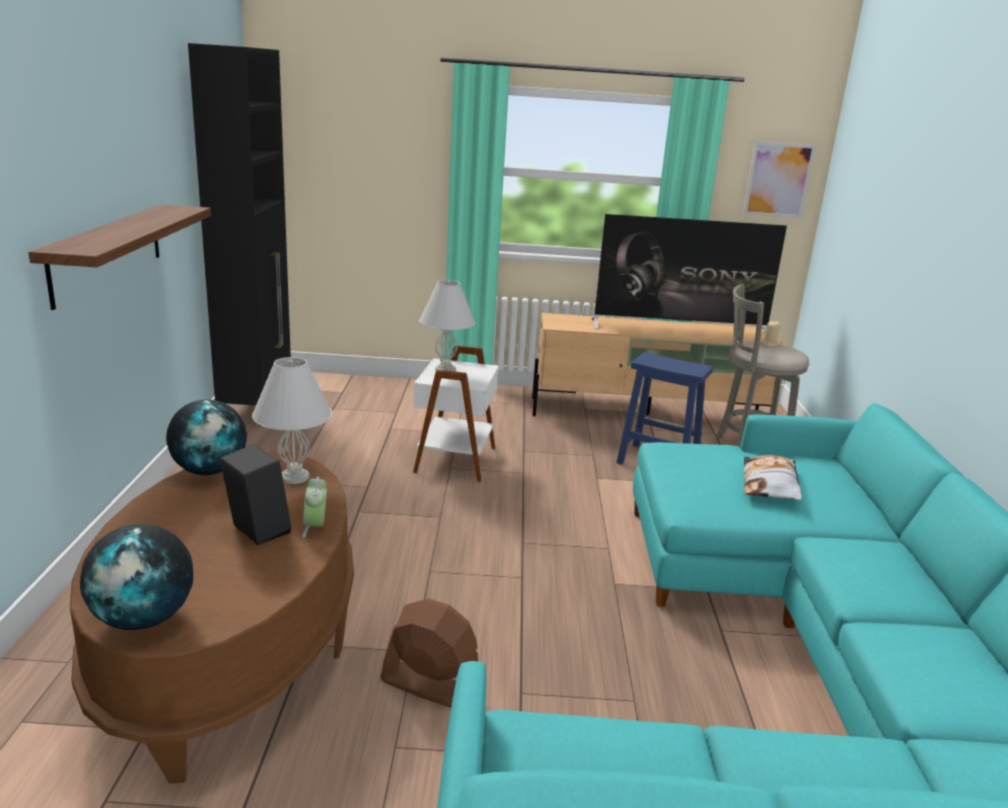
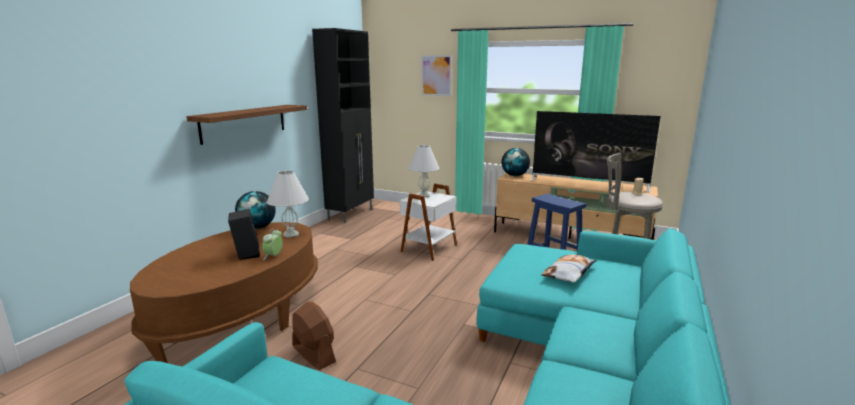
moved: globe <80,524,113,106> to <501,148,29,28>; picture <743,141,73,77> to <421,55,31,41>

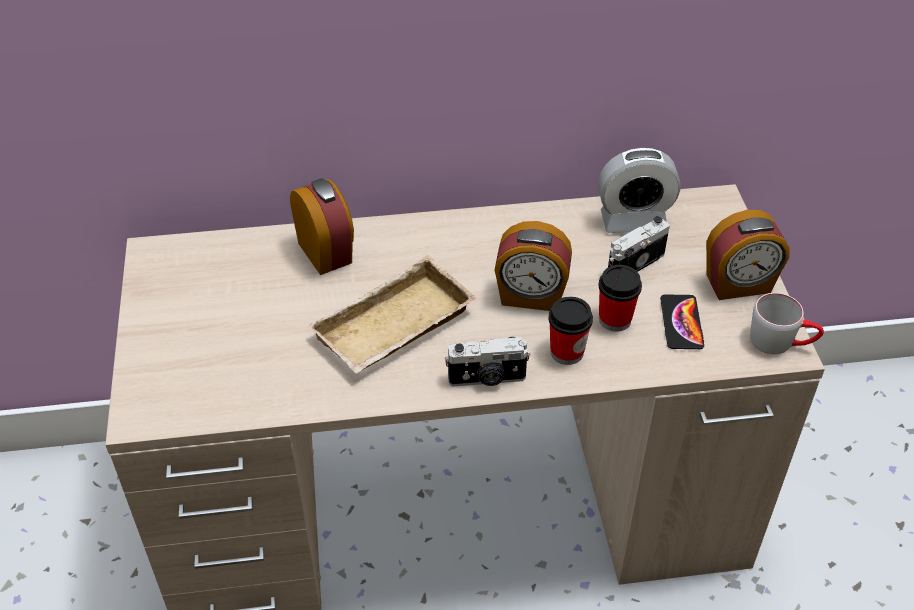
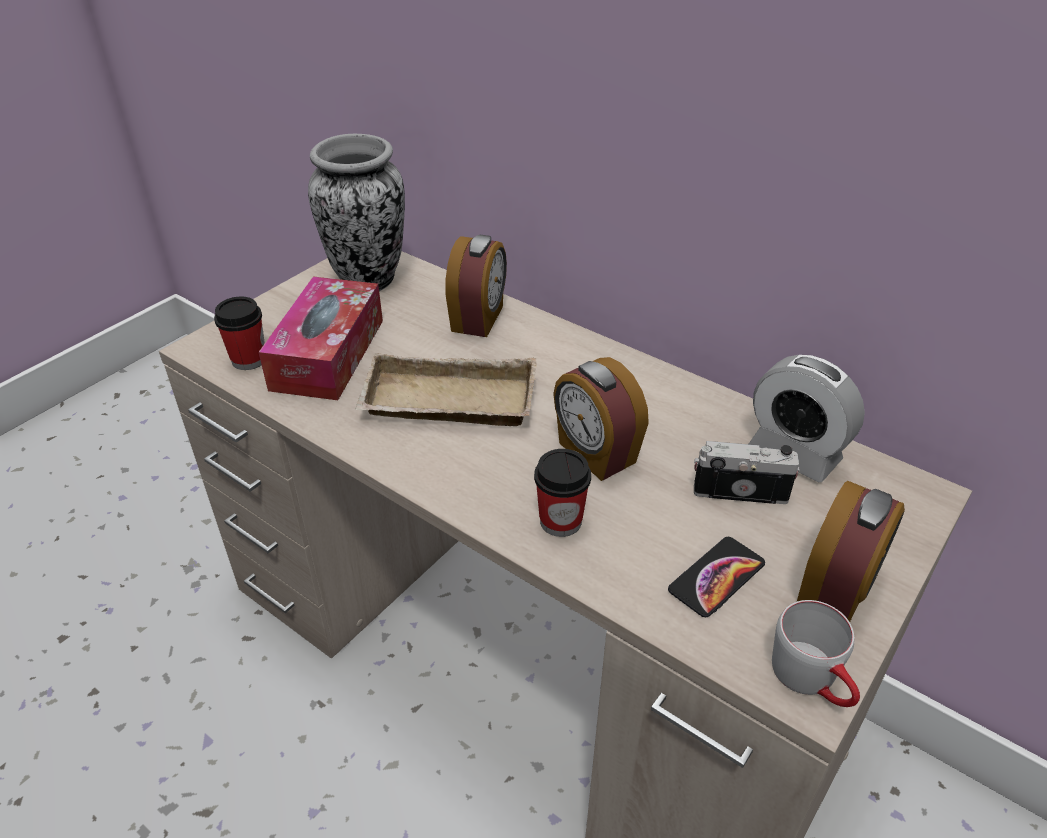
removed: photo camera <445,337,85,49>
added: box of tissues <259,277,124,123>; flower vase <308,134,97,157>
moved: cup <598,265,44,67> to <214,297,51,73>
turned: table clock <706,210,84,90> = <797,481,108,141> 90 degrees counterclockwise

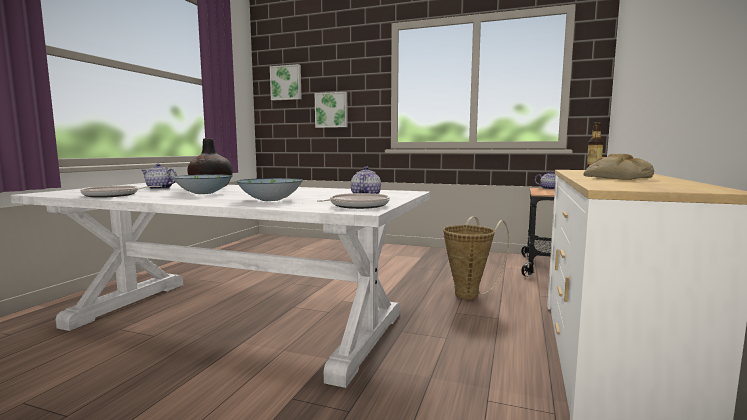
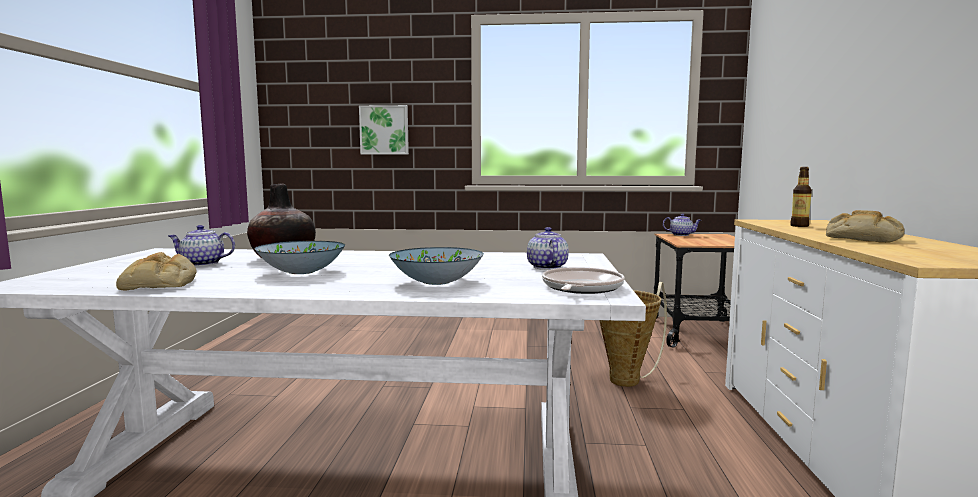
removed: picture <270,64,31,37>
replaced: frying pan <80,186,82,12> to bread <116,252,80,38>

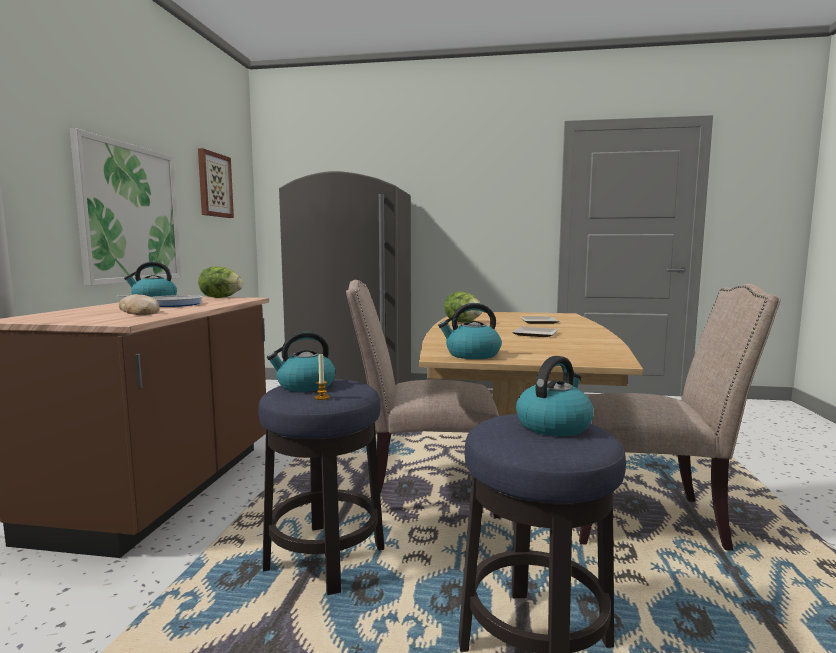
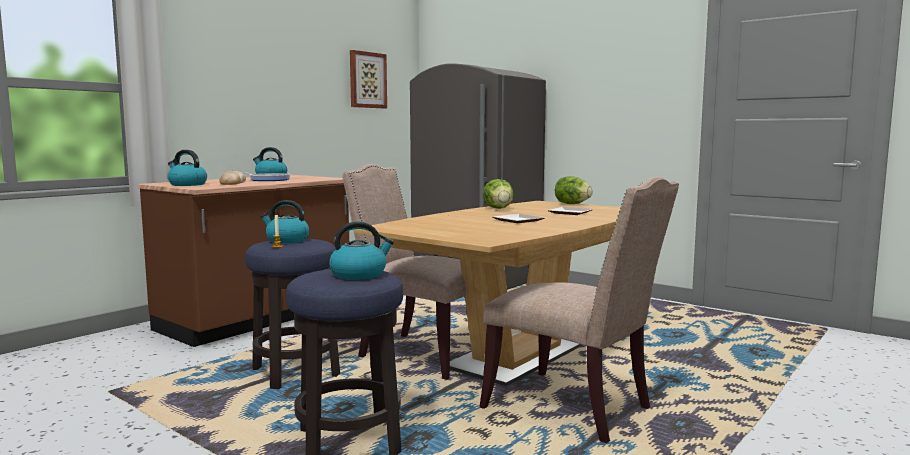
removed: picture <70,129,112,157>
moved: lettuce head <198,266,45,32> to <555,176,38,28>; water kettle <438,303,63,56> to <167,150,40,36>

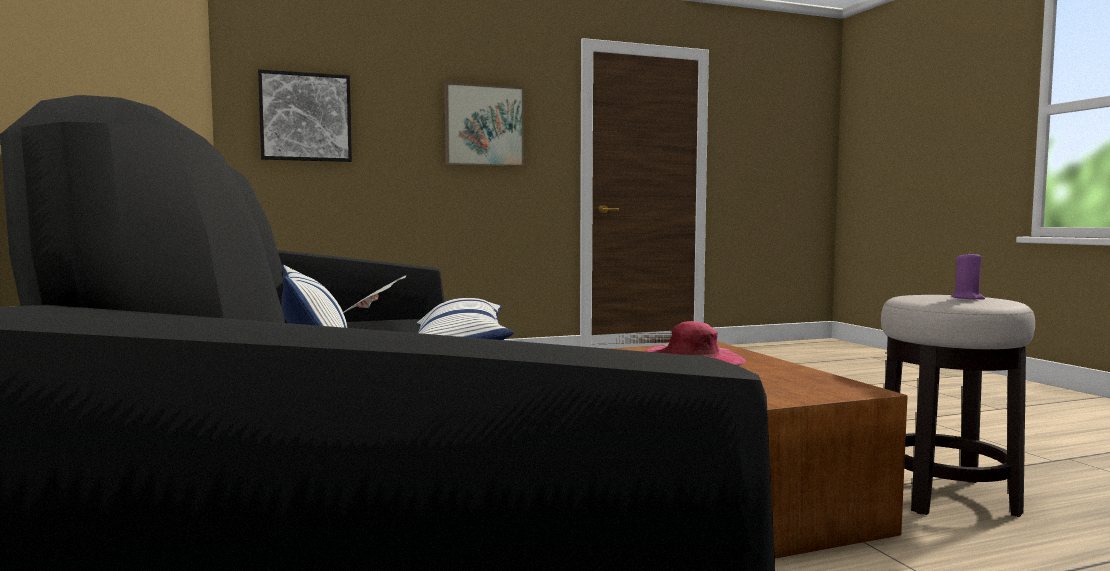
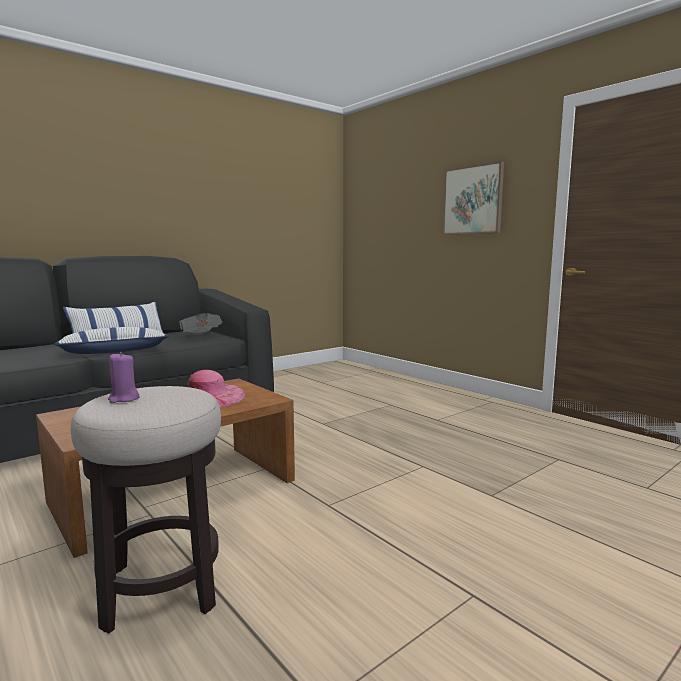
removed: picture <258,69,94,93>

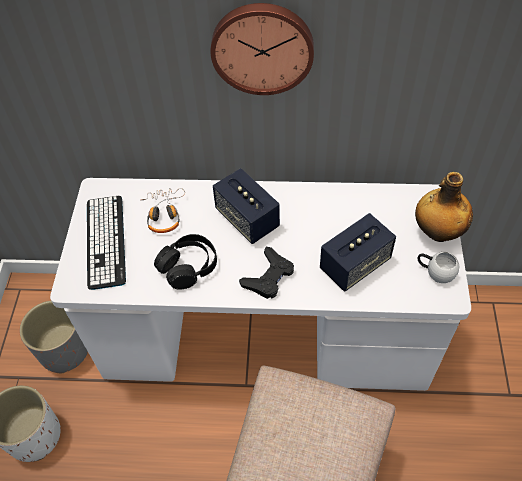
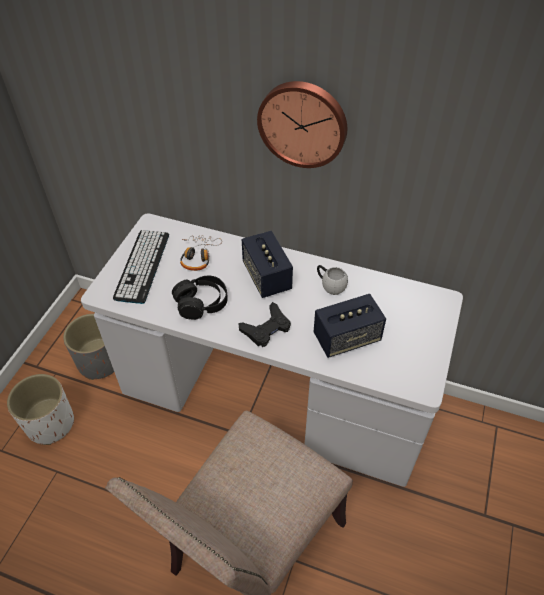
removed: bottle <415,172,58,70>
moved: whitish coffee mug <418,252,42,31> to <317,265,31,30>

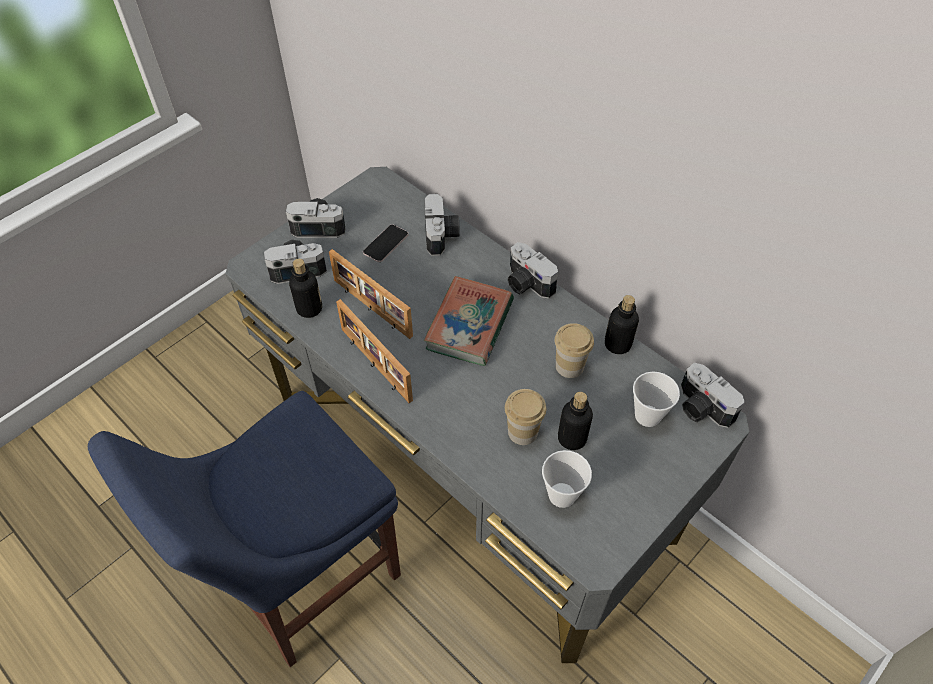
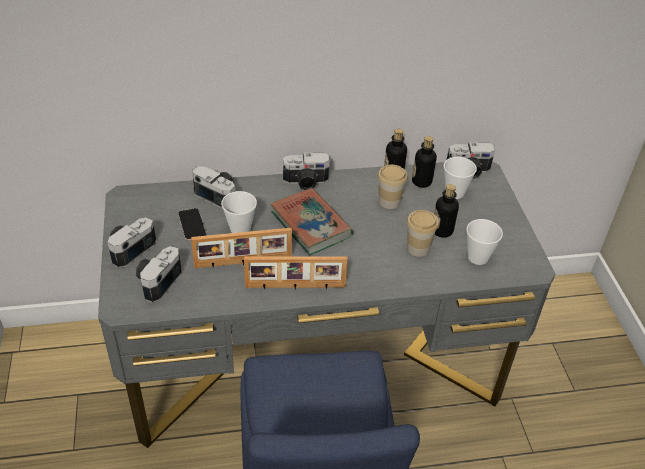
added: cup <221,191,36,42>
moved: bottle <289,259,33,59> to <412,136,25,52>

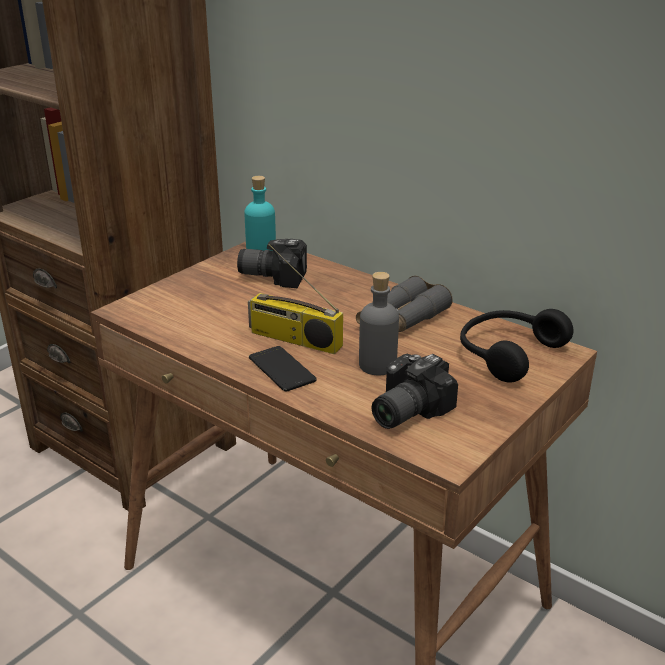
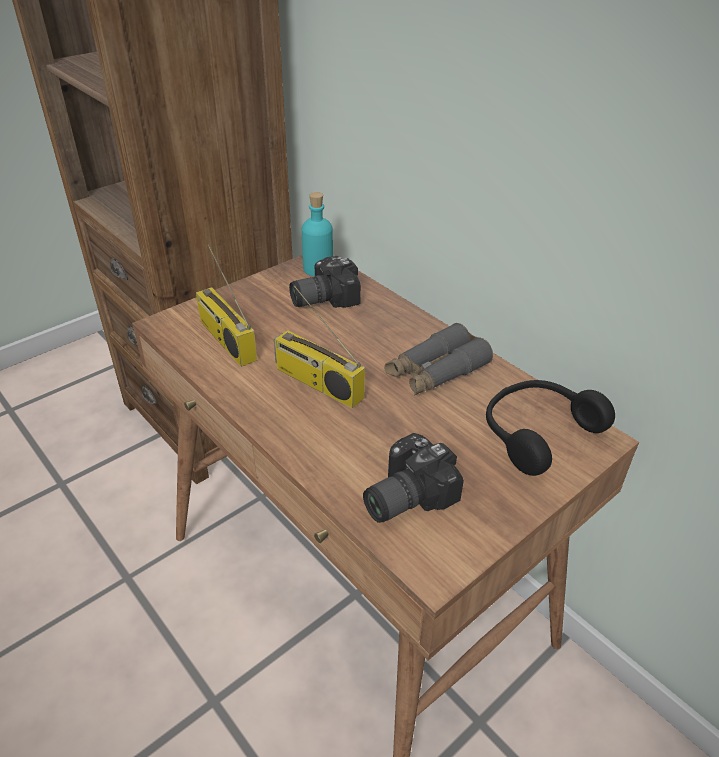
removed: telephone <249,346,67,46>; gray bottle <359,272,40,103>
added: radio set <196,245,61,122>
turned: photo camera <237,239,70,49> = <289,256,72,52> 45 degrees counterclockwise

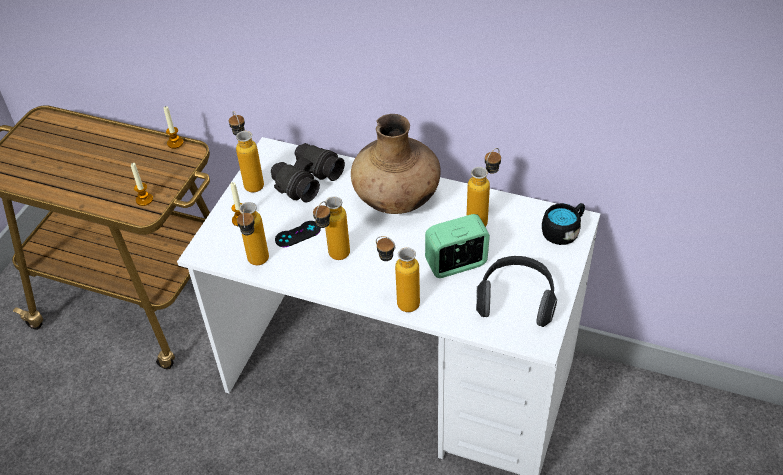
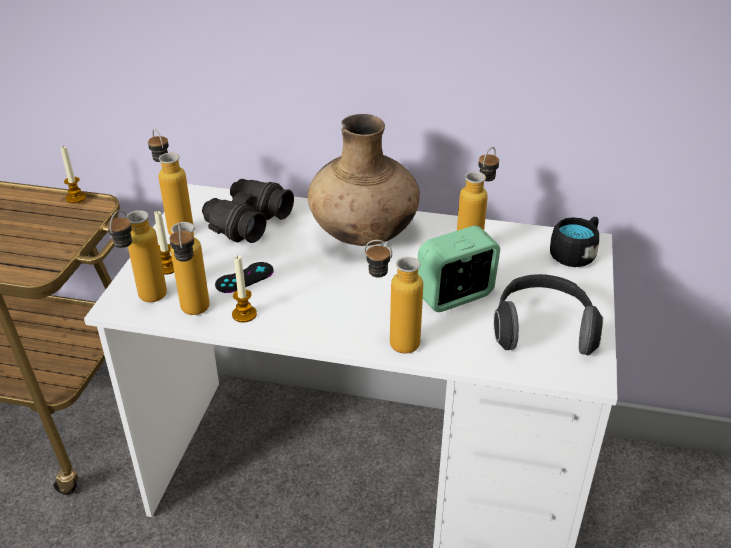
moved: candle <131,163,22,43> to <232,255,25,68>; bottle <313,196,37,64> to <107,210,60,92>

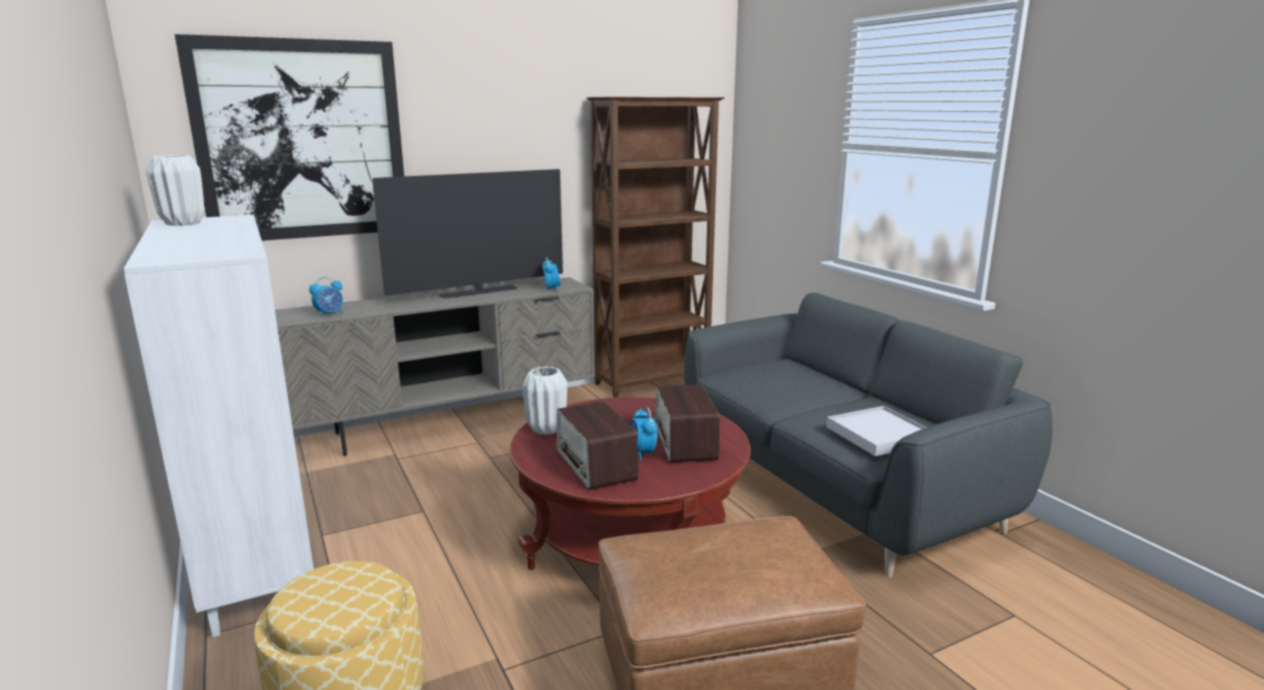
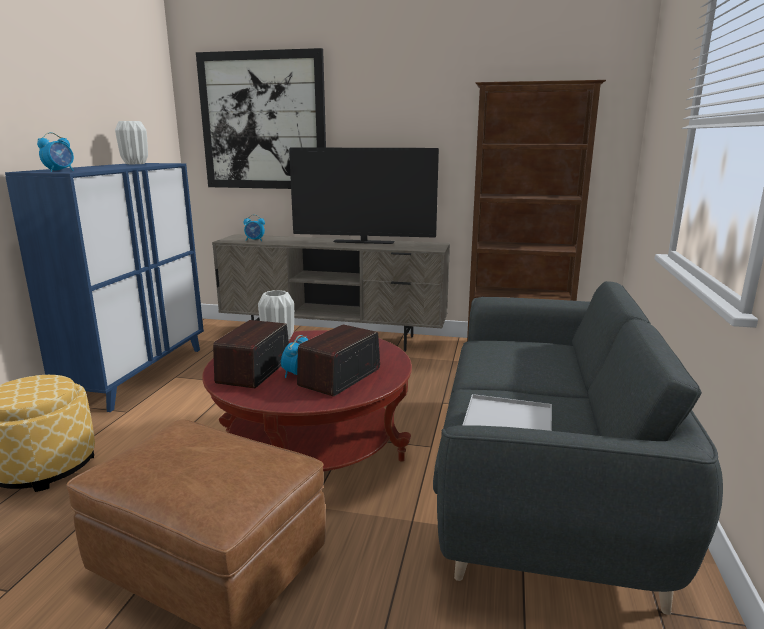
moved: table clock <542,257,19,34> to <37,132,37,40>
recoloured: whitish cabinet <124,215,190,422> to blue-coloured cabinet <5,163,199,249>

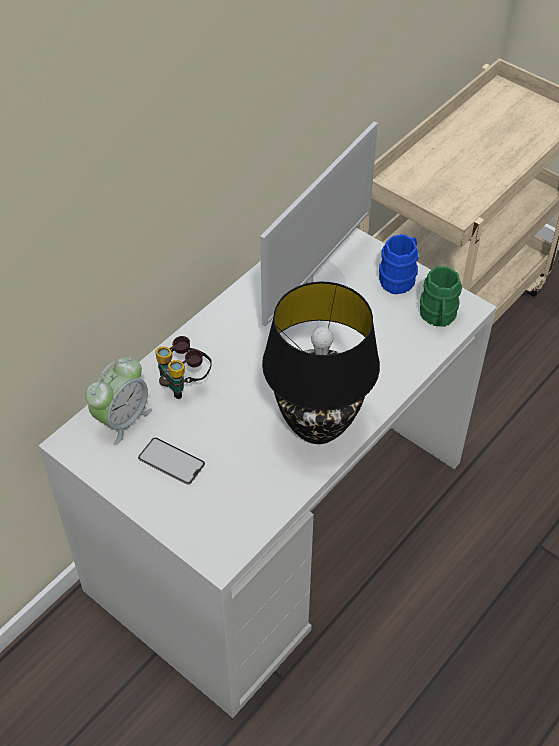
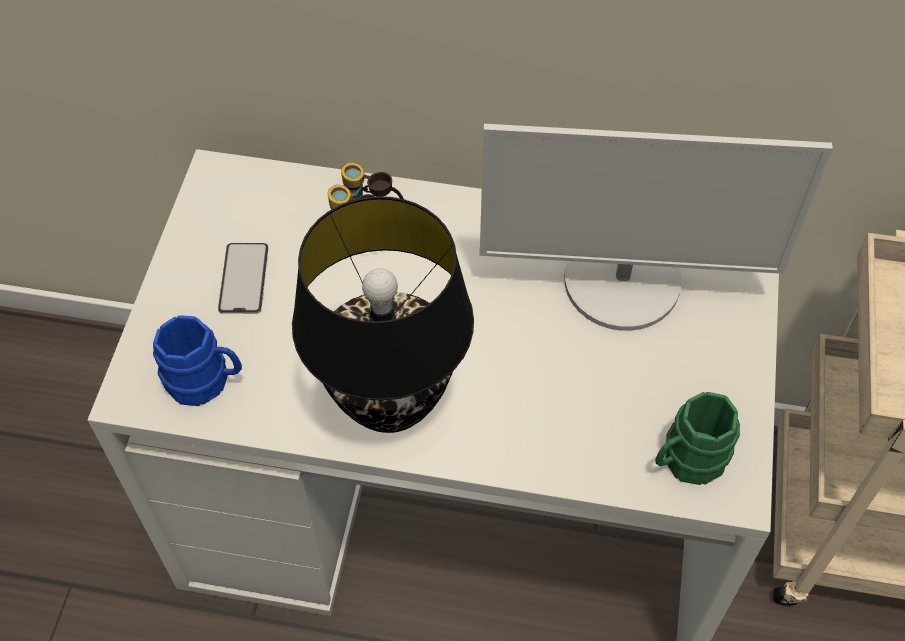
removed: table clock <85,358,67,87>
moved: blue-coloured coffee mug <379,234,39,60> to <153,315,89,91>

